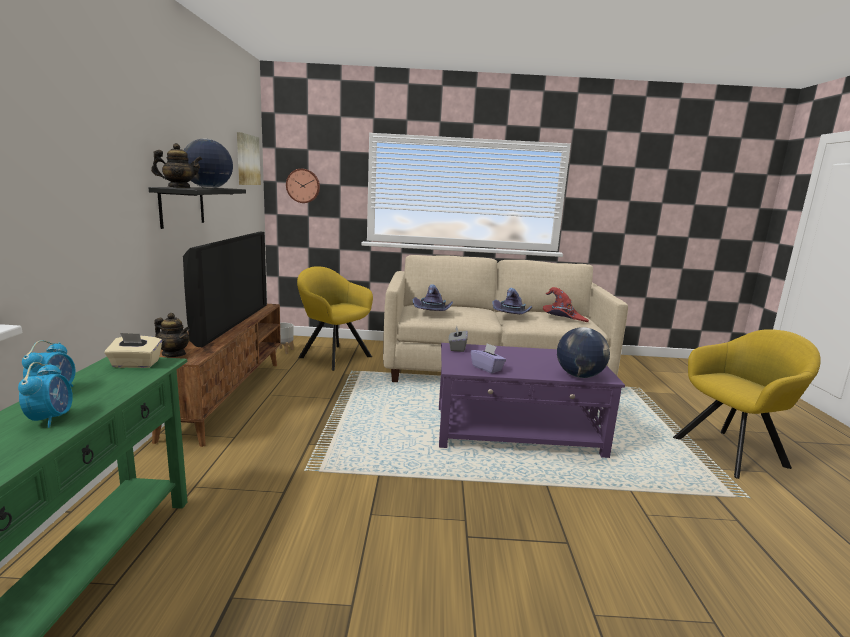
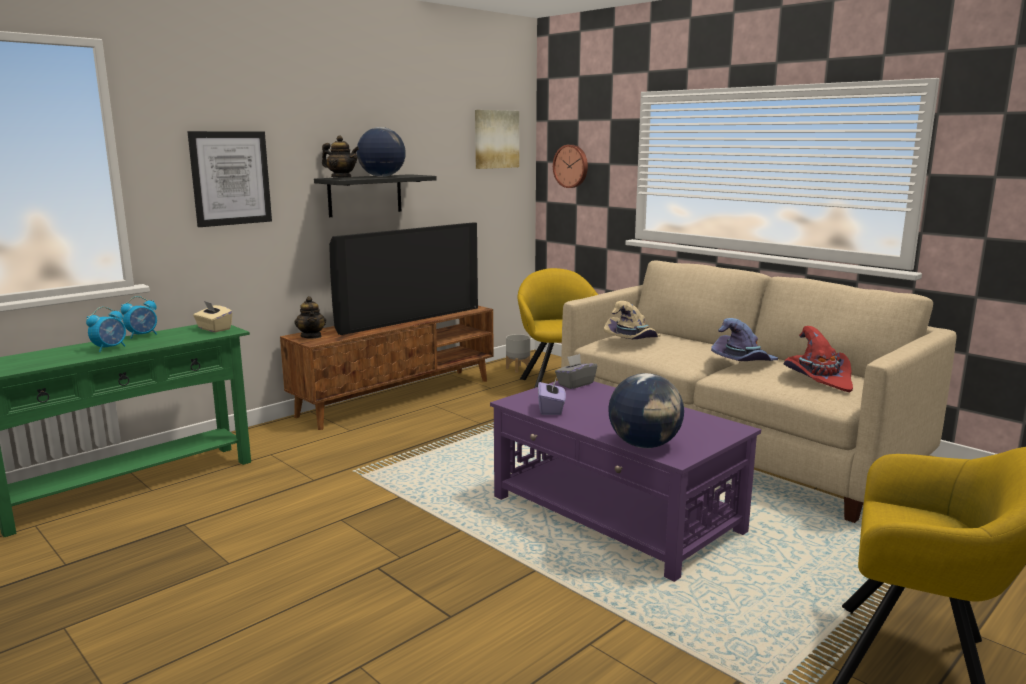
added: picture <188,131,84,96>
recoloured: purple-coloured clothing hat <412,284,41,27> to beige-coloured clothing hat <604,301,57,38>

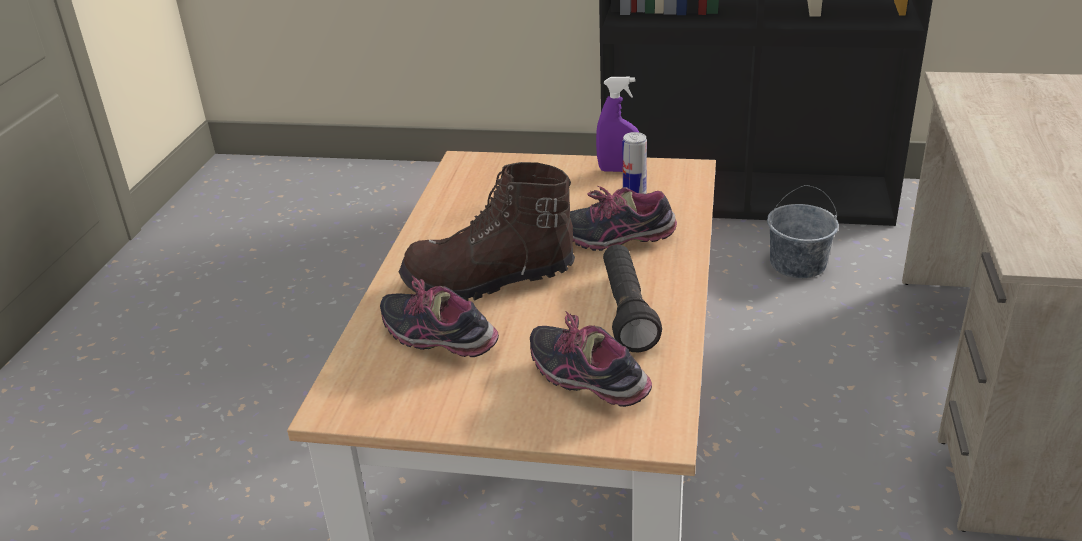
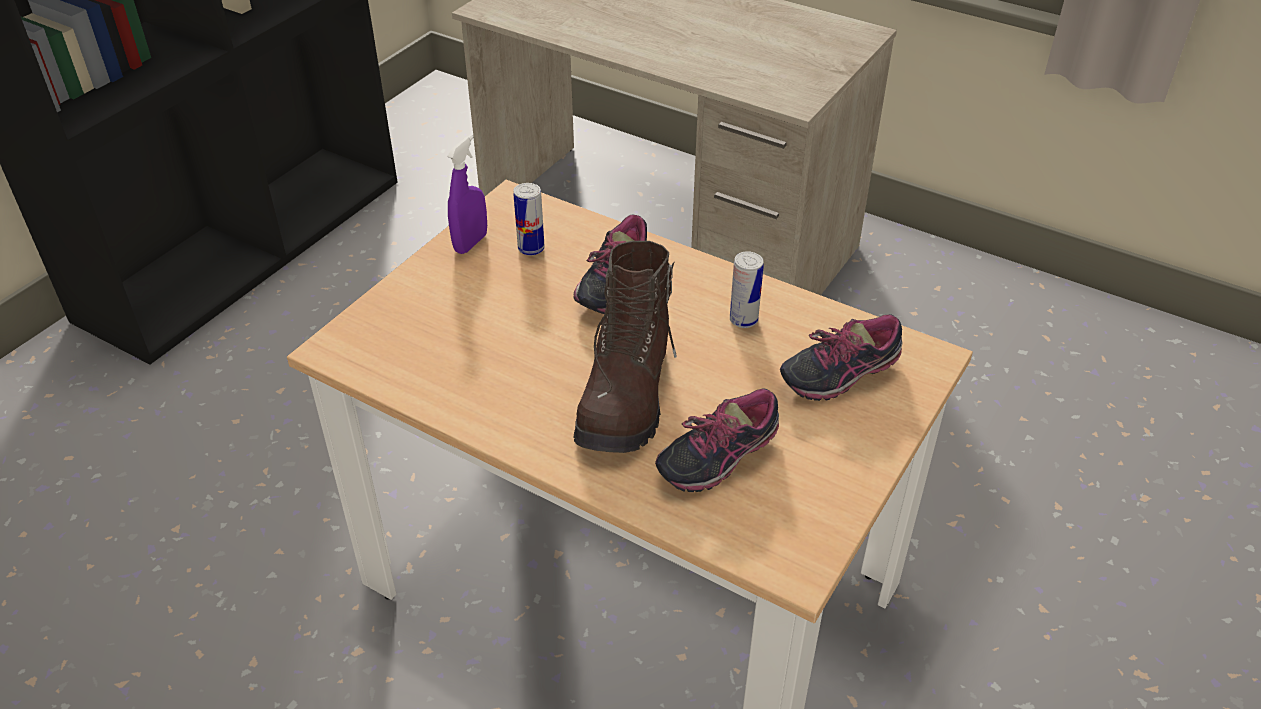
removed: gray bucket <767,185,72,93>
replaced: blackish torch <603,245,59,107> to sealed can <730,251,34,77>

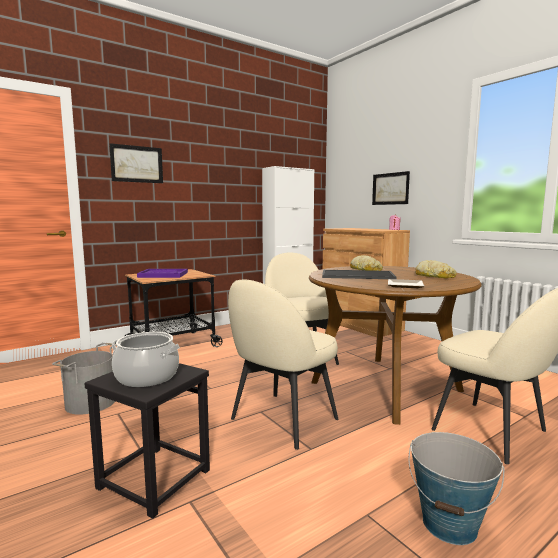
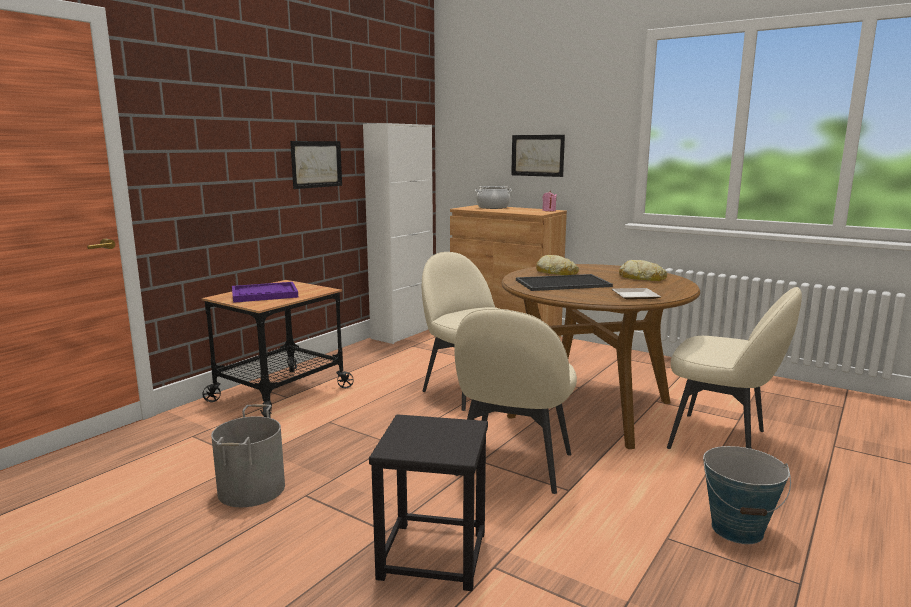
moved: picture <109,143,54,40> to <290,141,52,48>; stockpot <112,332,68,55> to <475,186,37,23>

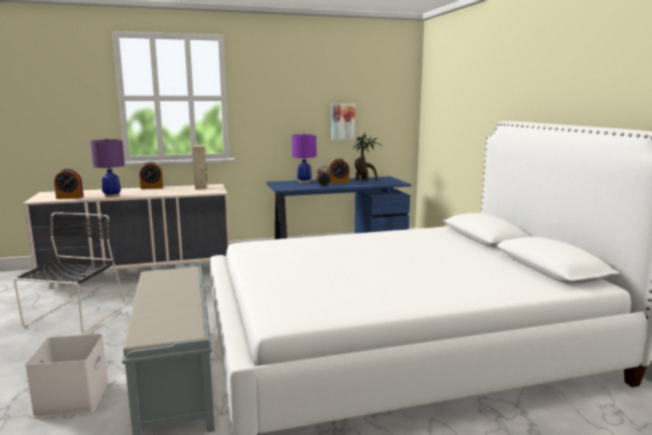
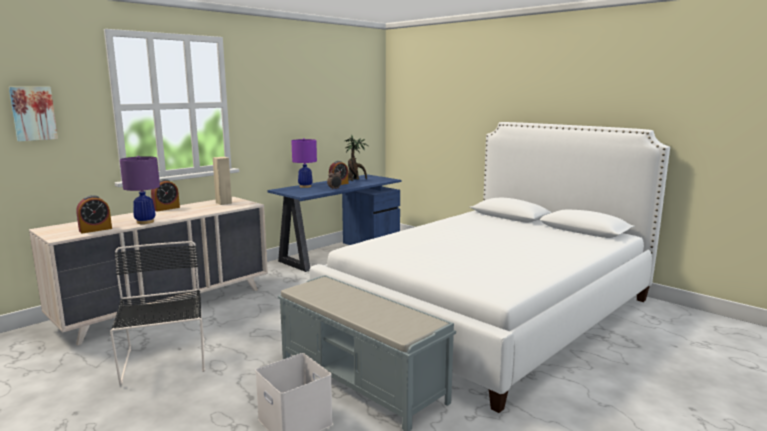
moved: picture <332,103,23,37> to <9,87,49,54>

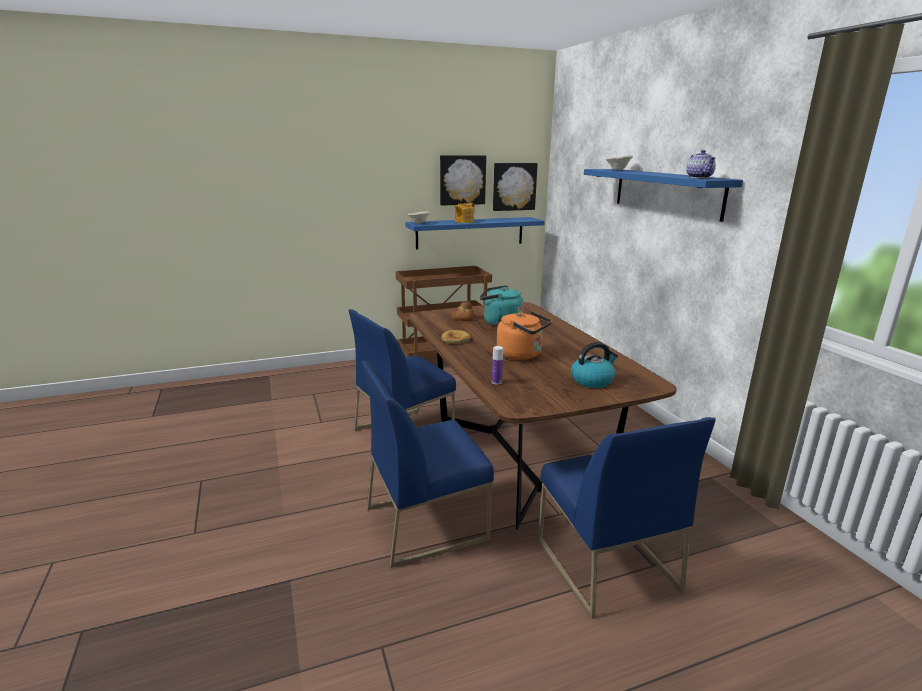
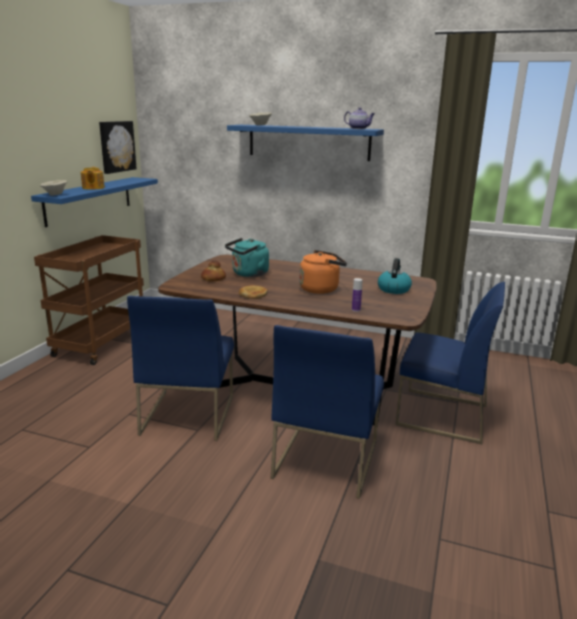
removed: picture <440,155,46,51>

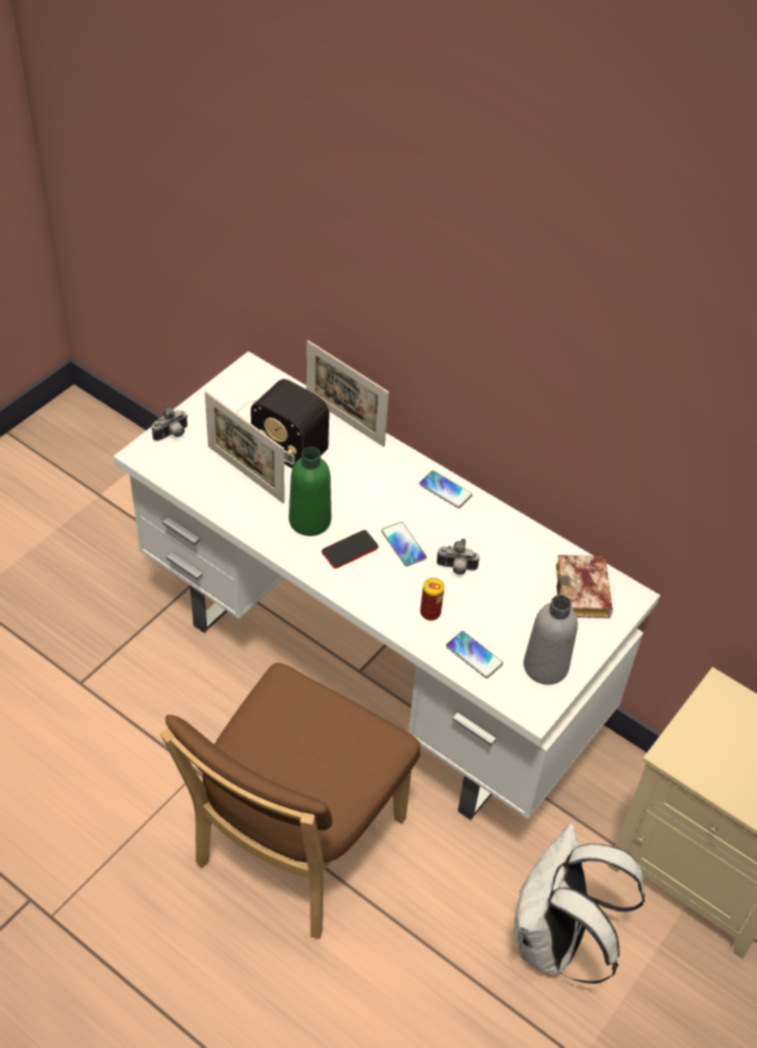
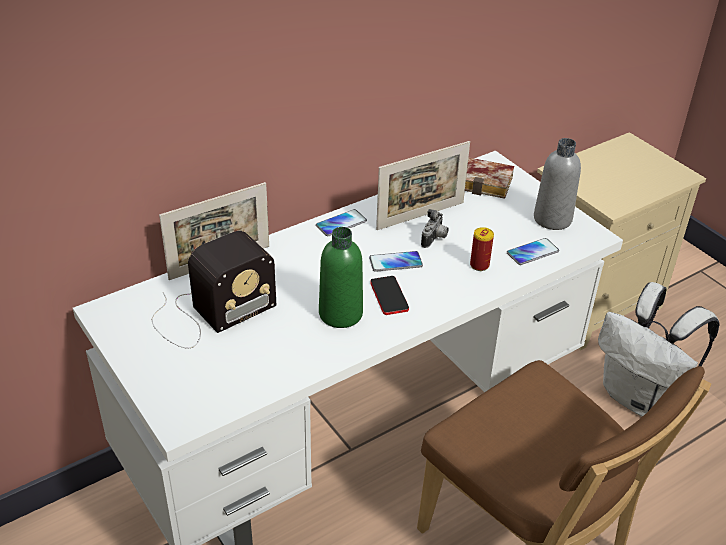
removed: photo camera <152,404,36,37>
moved: photo frame <205,391,79,112> to <376,141,94,89>

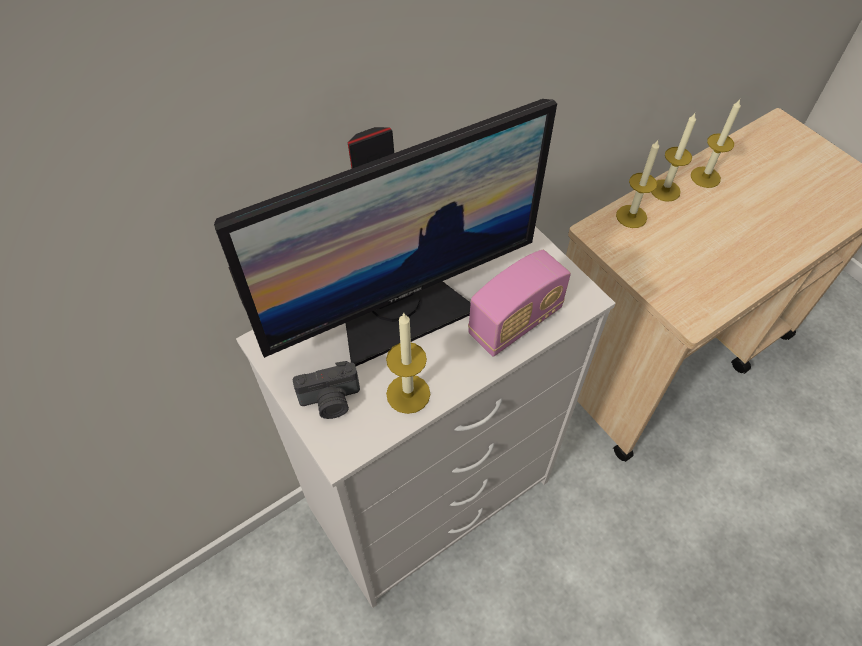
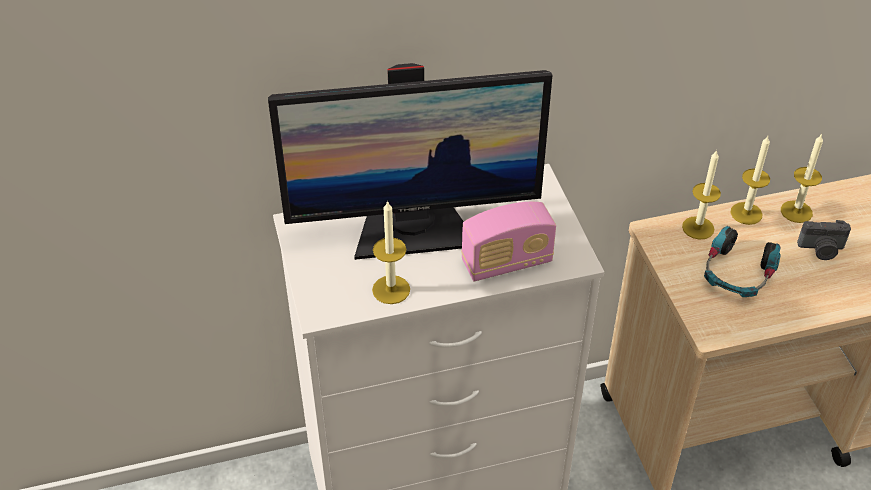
added: headset <704,226,77,71>
moved: photo camera <292,361,68,58> to <797,220,54,40>

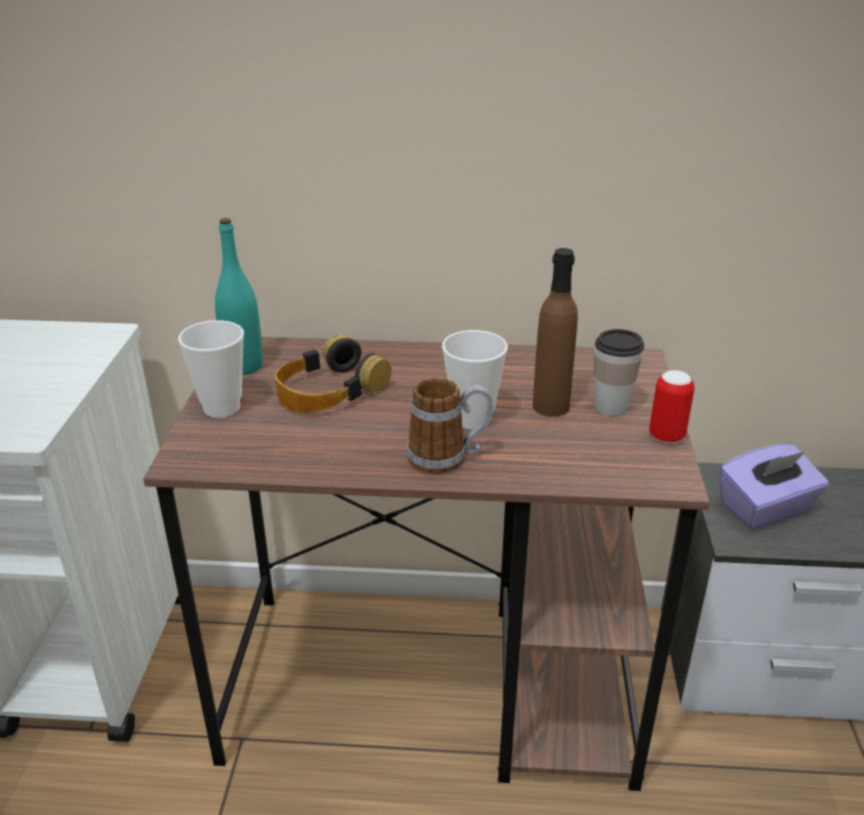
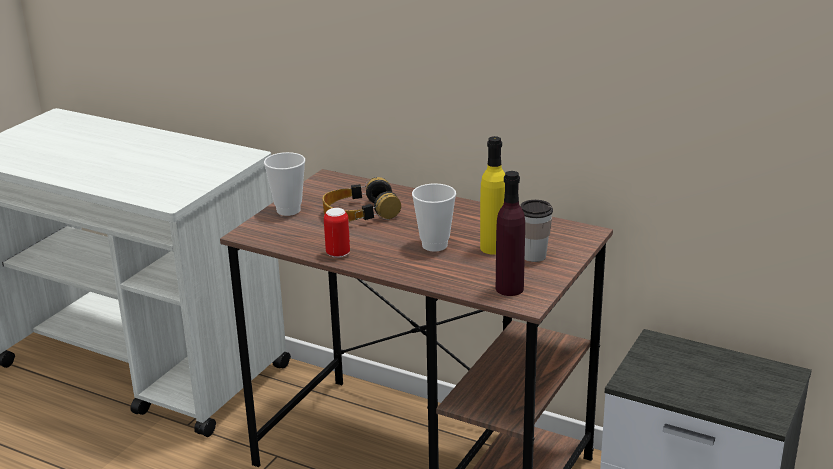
removed: turquoise-coloured bottle <215,218,48,157>; coffee mug <407,377,86,97>; purple-coloured box of tissues <719,444,110,86>
added: purple-coloured bottle <496,171,29,125>
moved: sealed can <649,370,46,74> to <324,208,26,50>
recoloured: brown-coloured bottle <533,248,45,169> to yellow-coloured bottle <480,136,25,119>

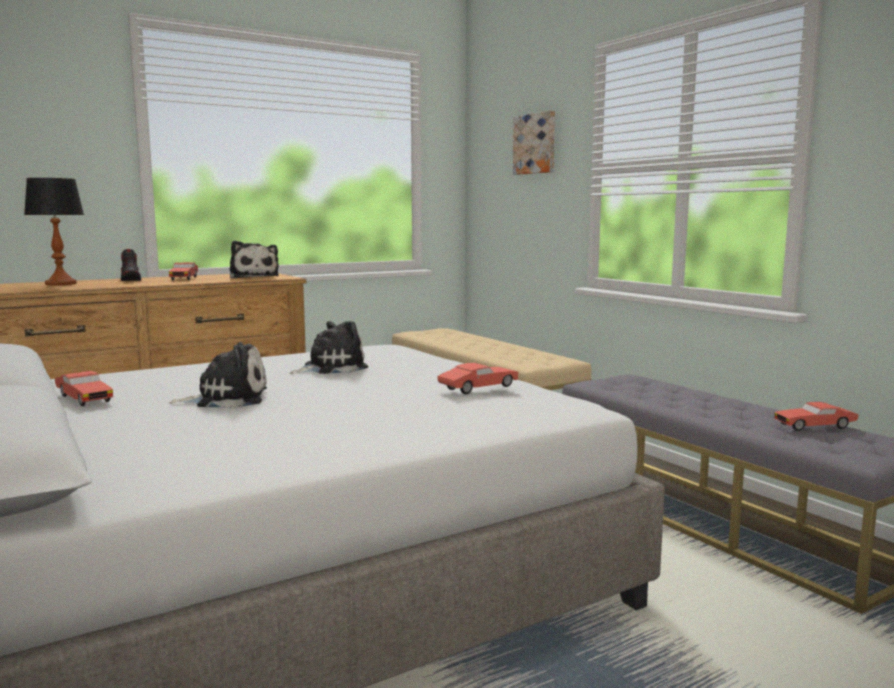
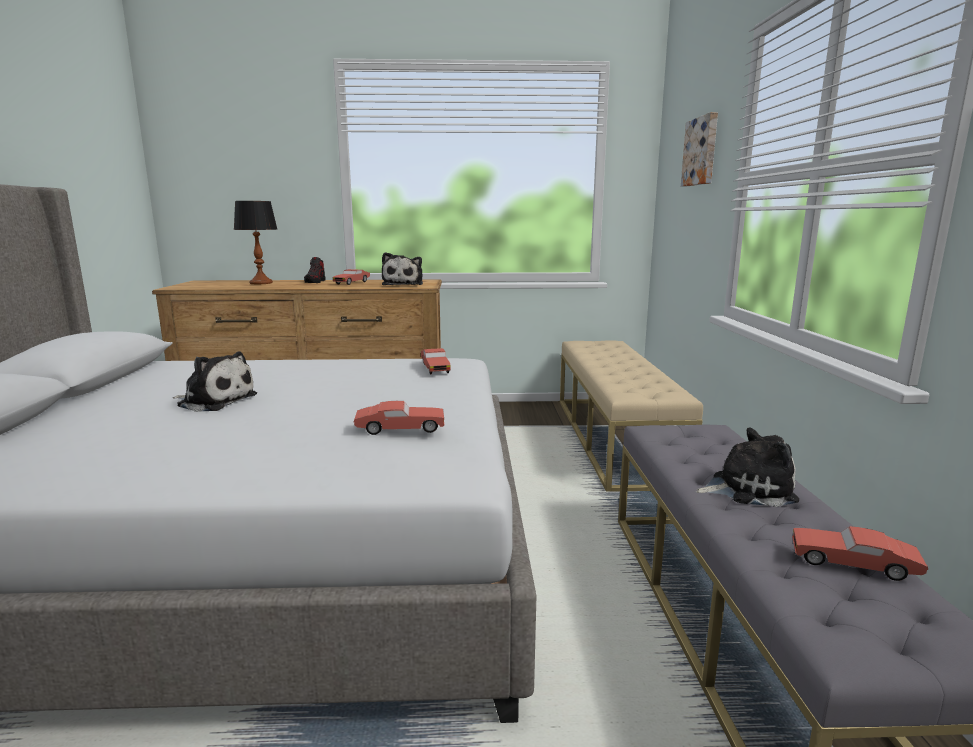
moved: red model car <55,371,58,35> to <421,348,30,26>; cuddly toy <290,321,78,53> to <695,427,104,80>

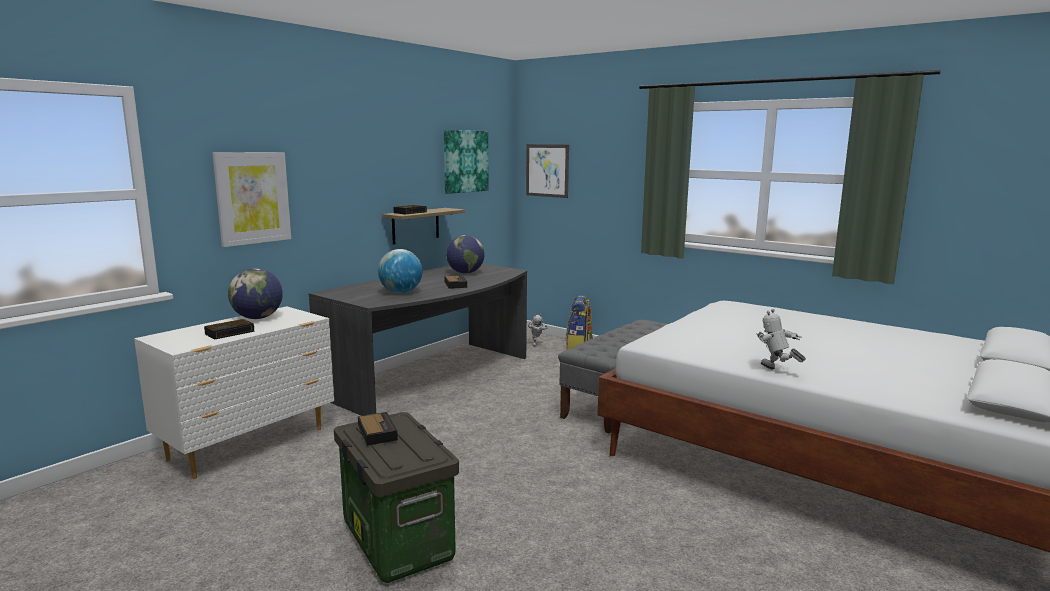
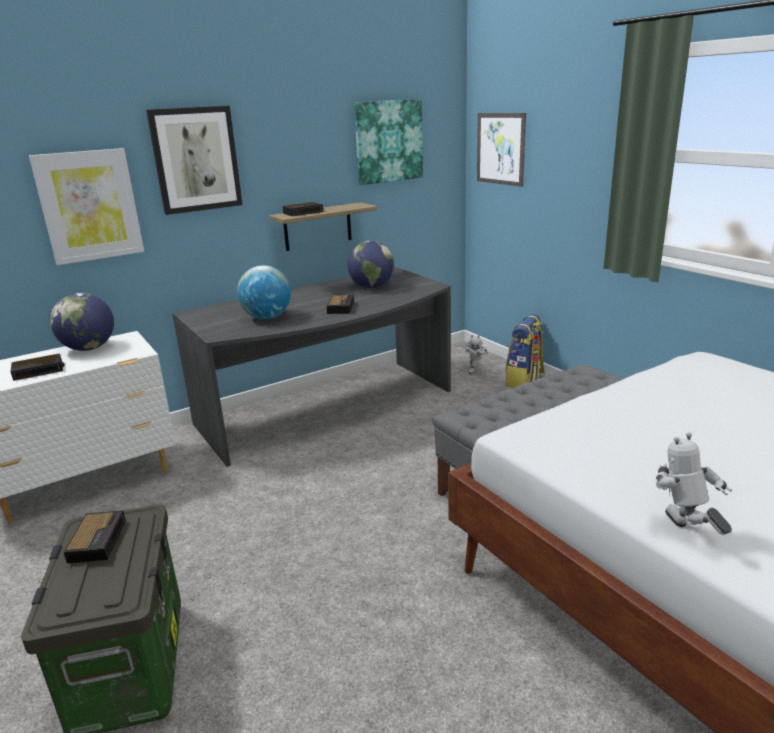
added: picture <146,106,97,109>

